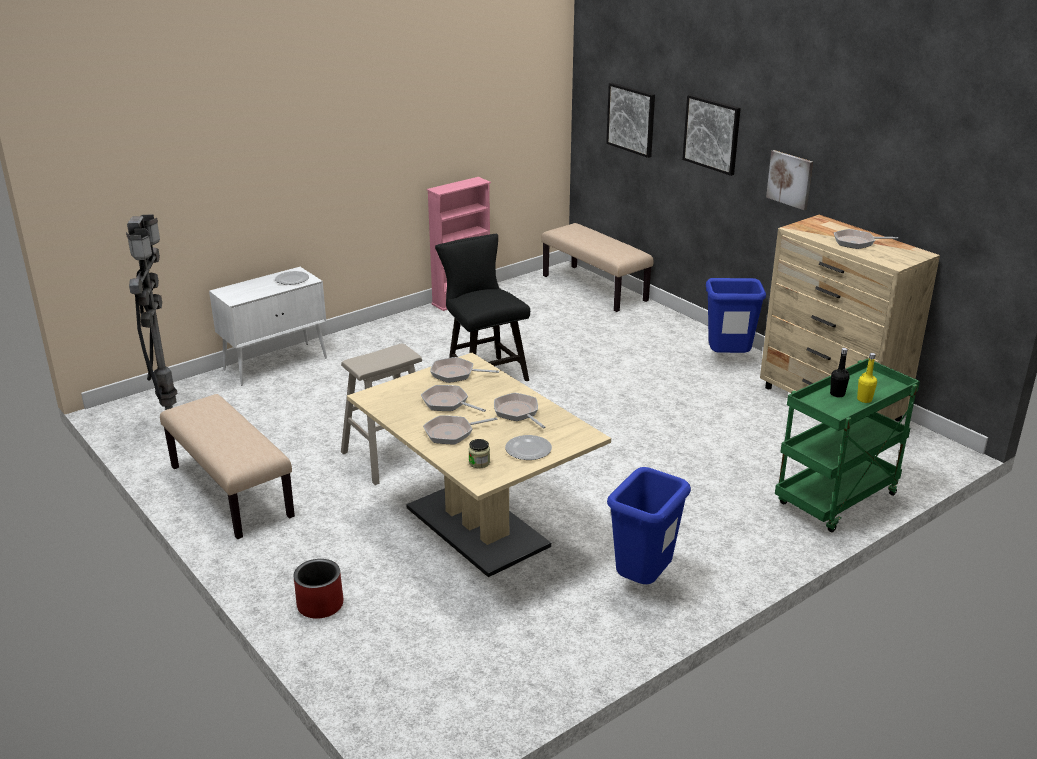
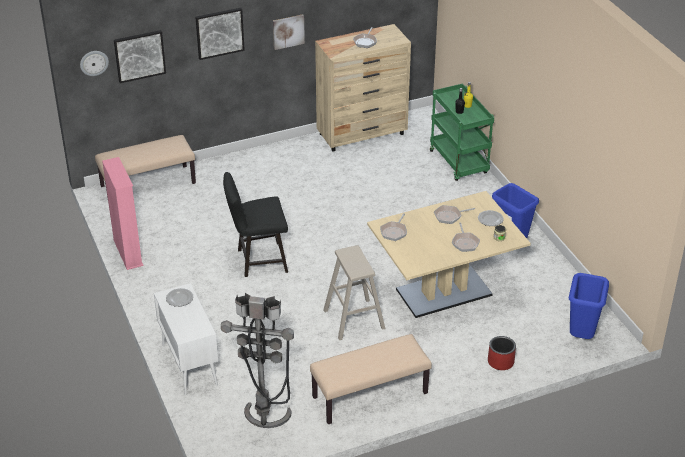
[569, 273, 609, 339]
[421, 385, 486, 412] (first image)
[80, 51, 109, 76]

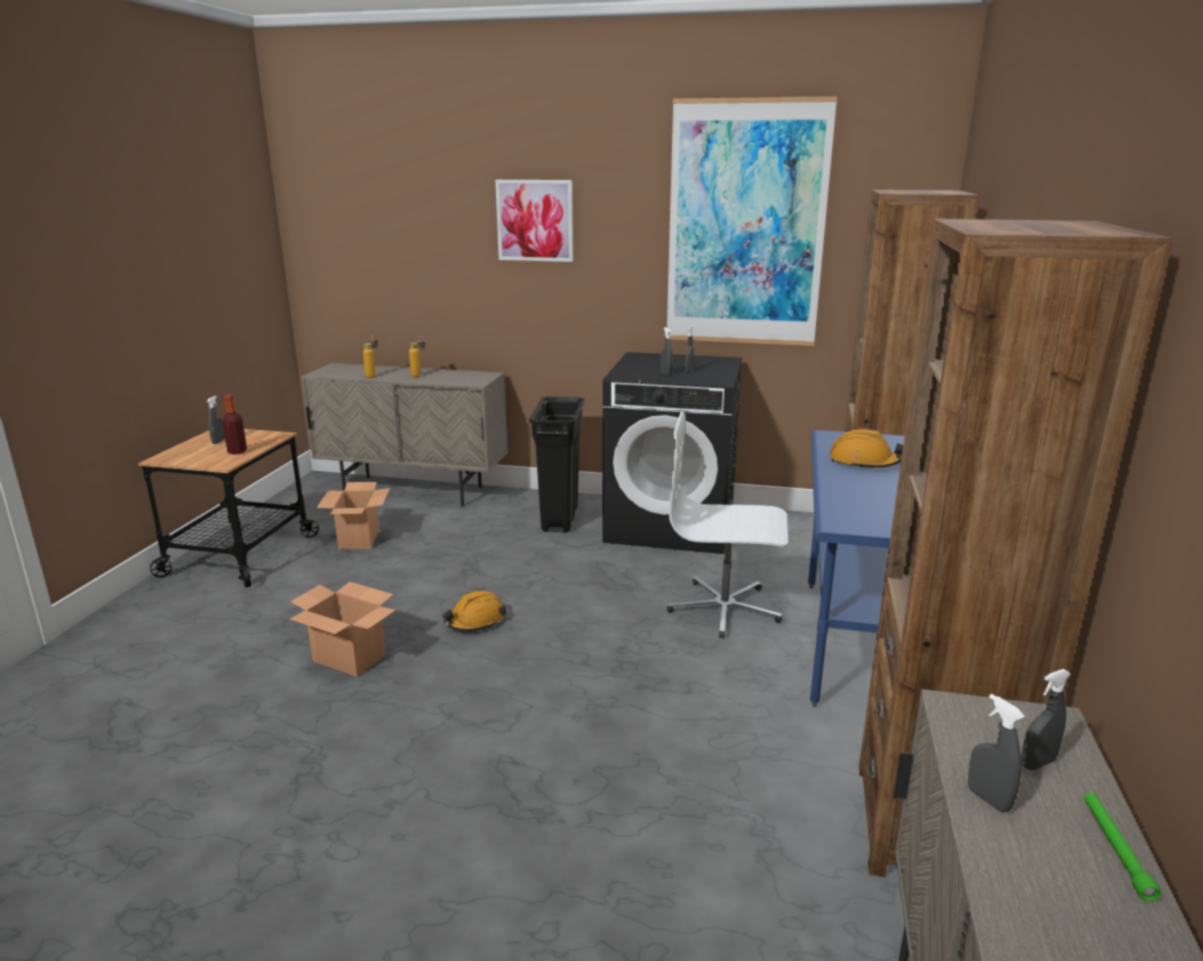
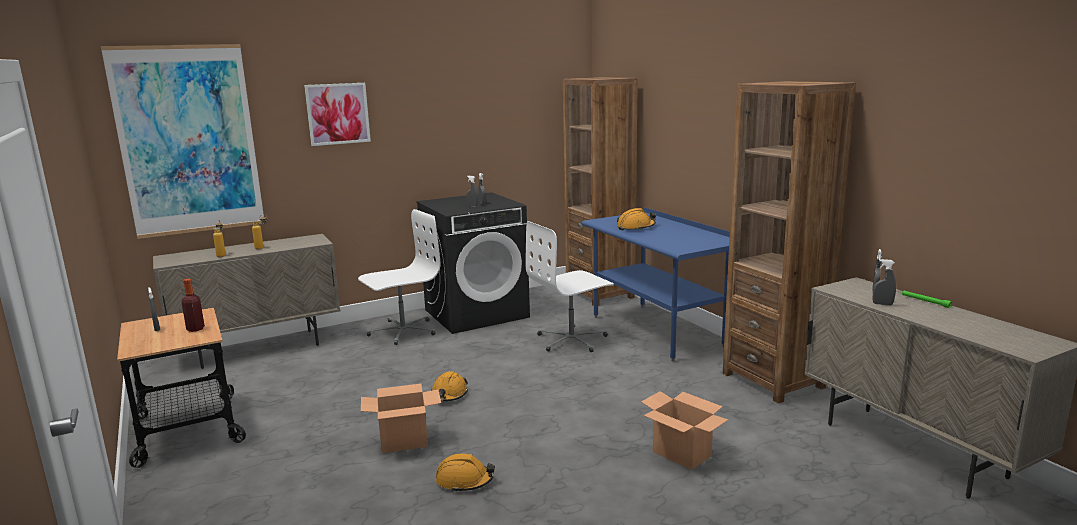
[101, 44, 264, 239]
[358, 209, 440, 345]
[641, 391, 728, 470]
[436, 453, 495, 493]

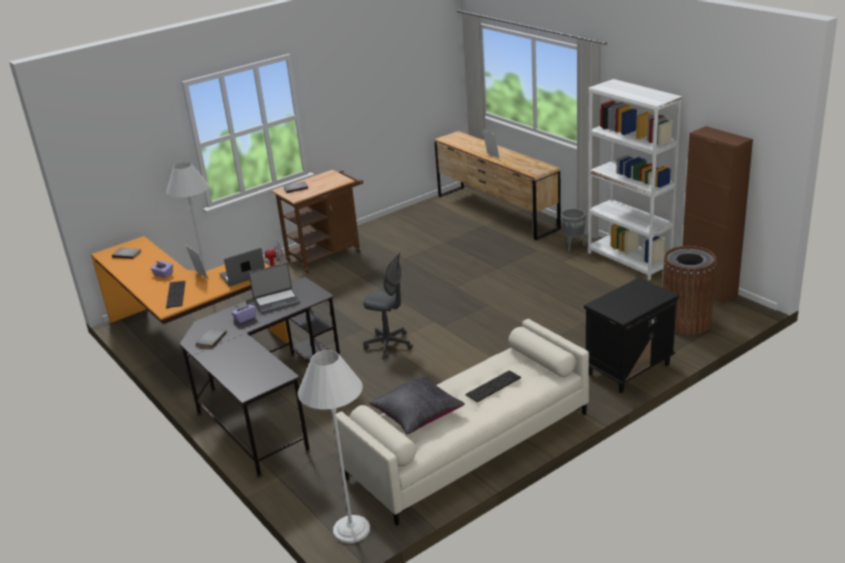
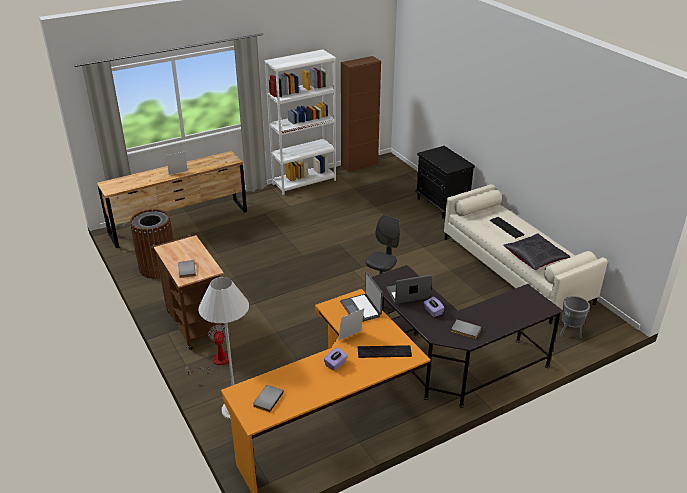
[560, 296, 590, 338]
[130, 209, 174, 279]
[386, 275, 431, 304]
[298, 350, 370, 544] (first image)

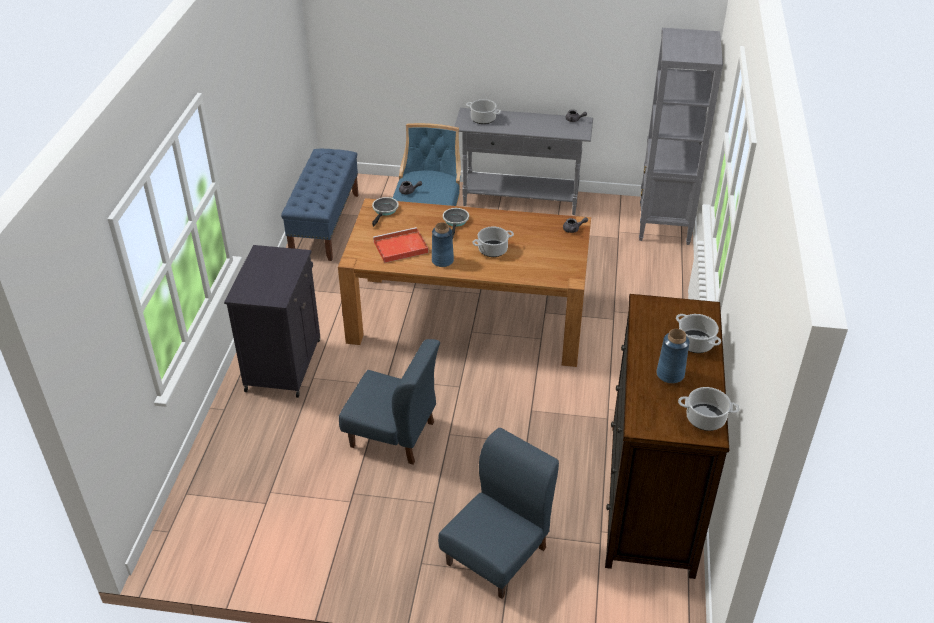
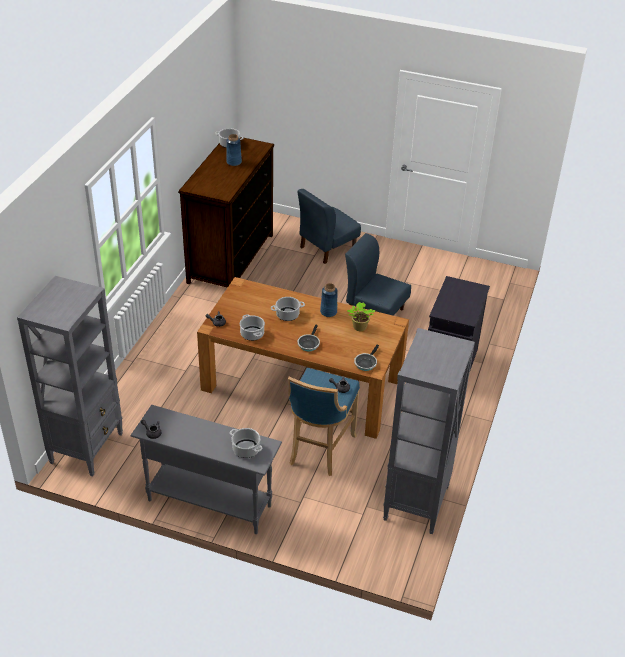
[383, 328, 475, 534]
[347, 302, 375, 331]
[240, 315, 265, 341]

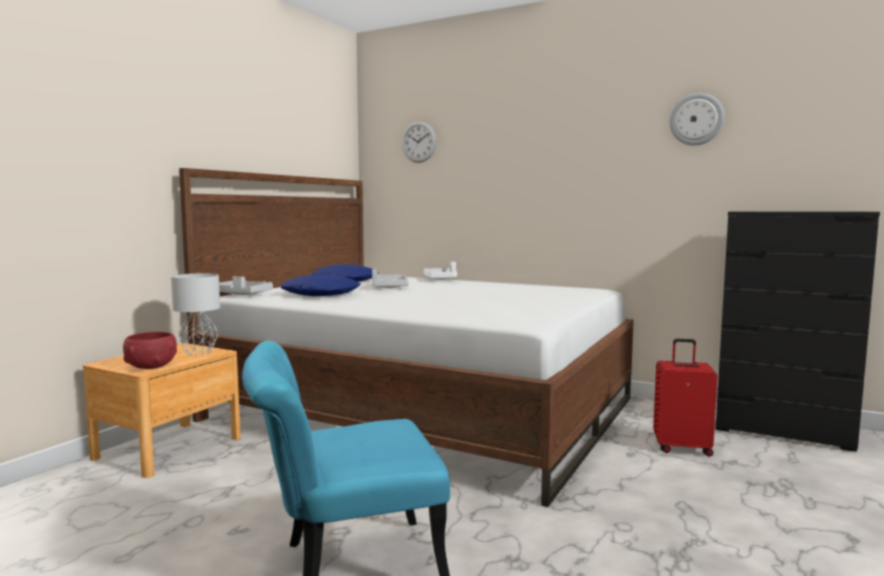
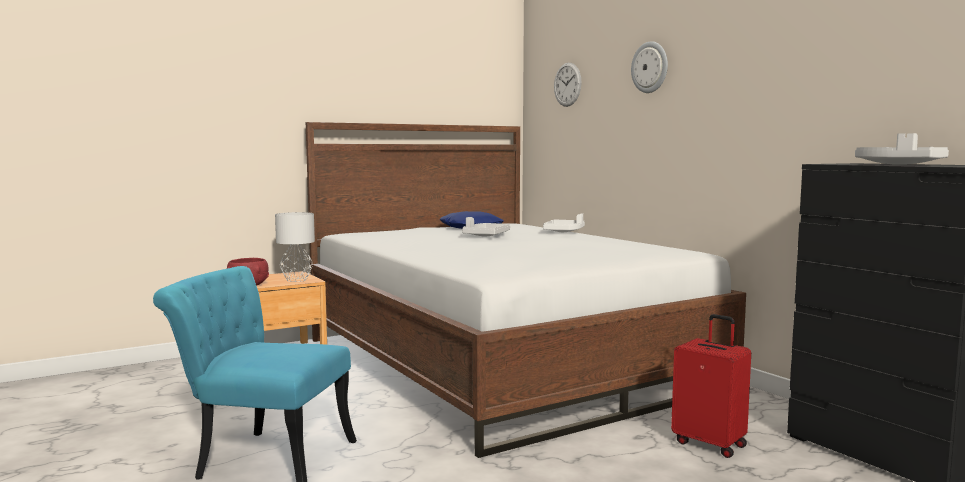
[631, 41, 668, 93]
[281, 274, 361, 296] (first image)
[855, 133, 949, 165]

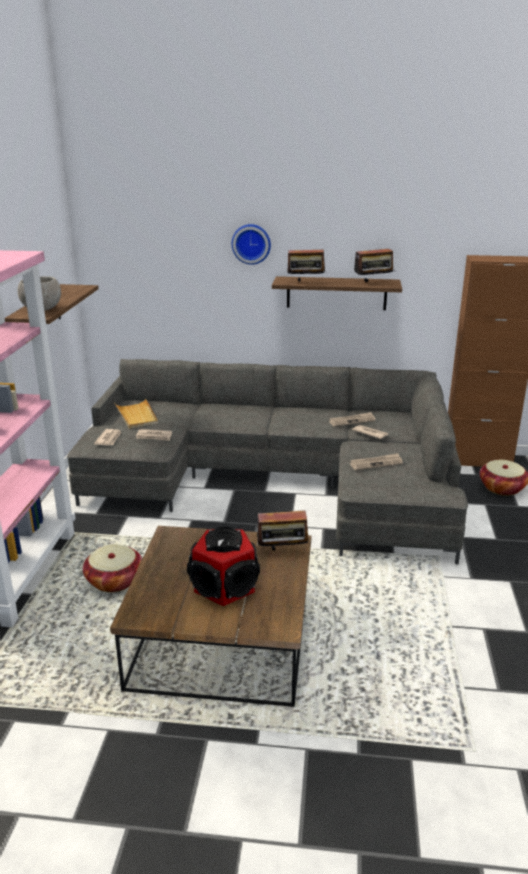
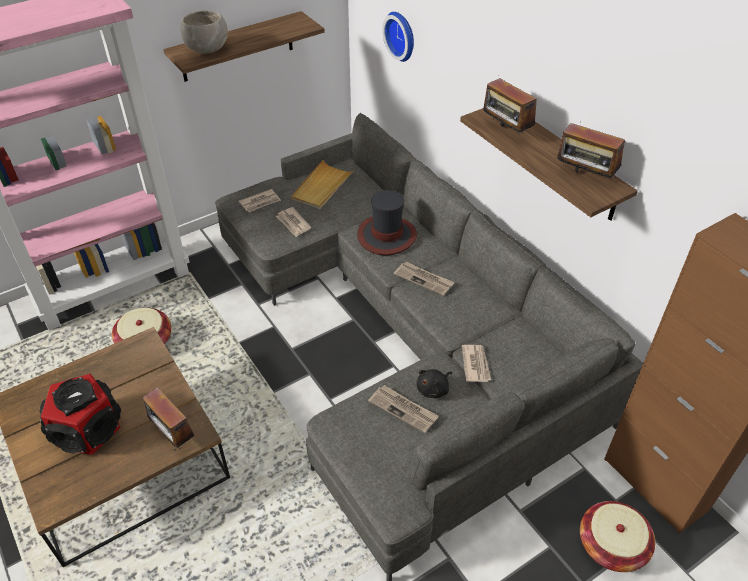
[382, 12, 414, 62]
[394, 262, 454, 296]
[357, 190, 417, 255]
[417, 369, 452, 398]

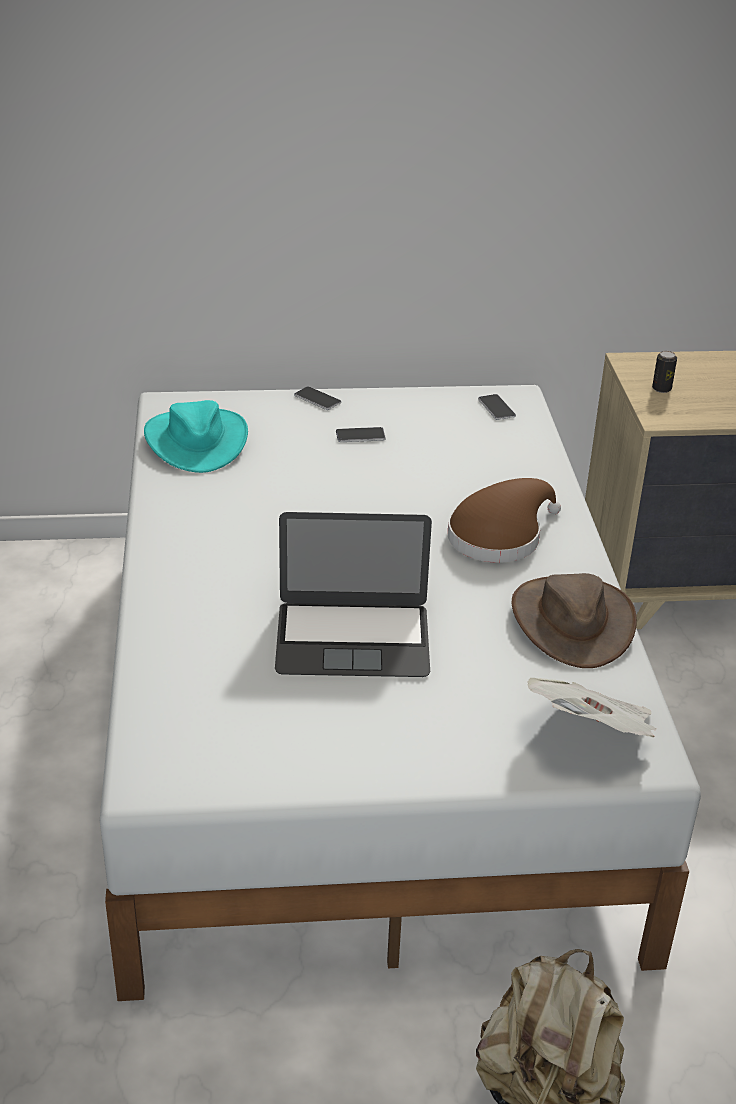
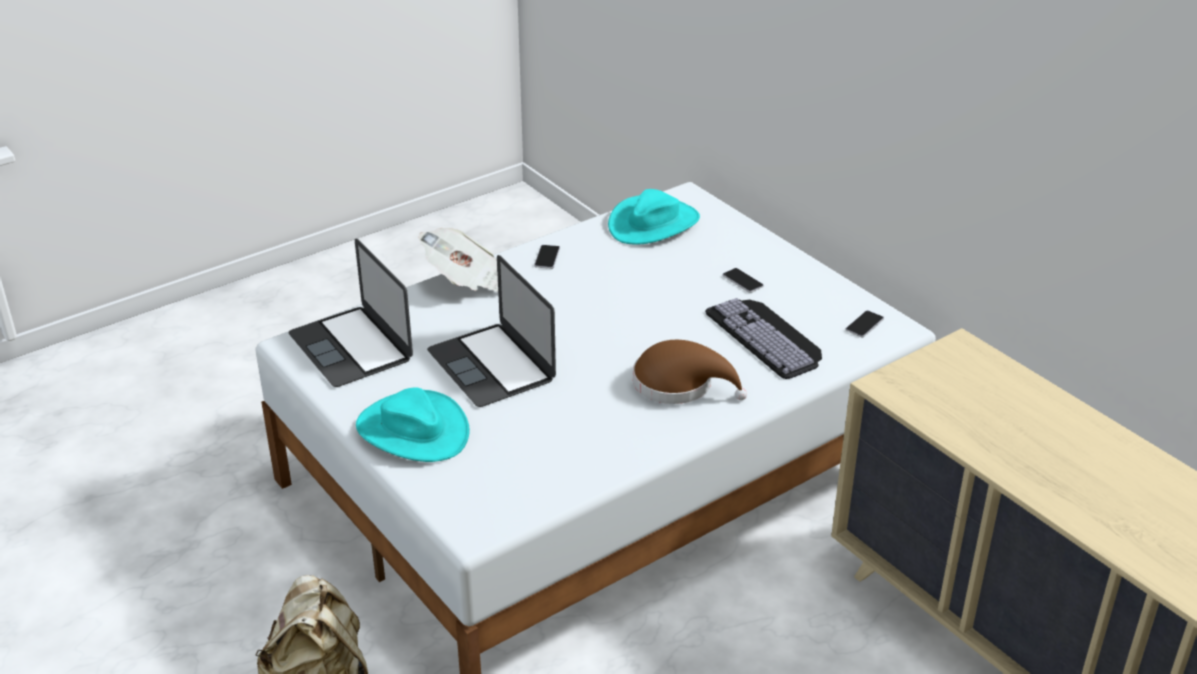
[652, 351, 677, 393] (first image)
[534, 245, 560, 269]
[512, 573, 637, 668] (first image)
[419, 228, 498, 292]
[288, 238, 413, 387]
[705, 298, 822, 379]
[356, 387, 470, 462]

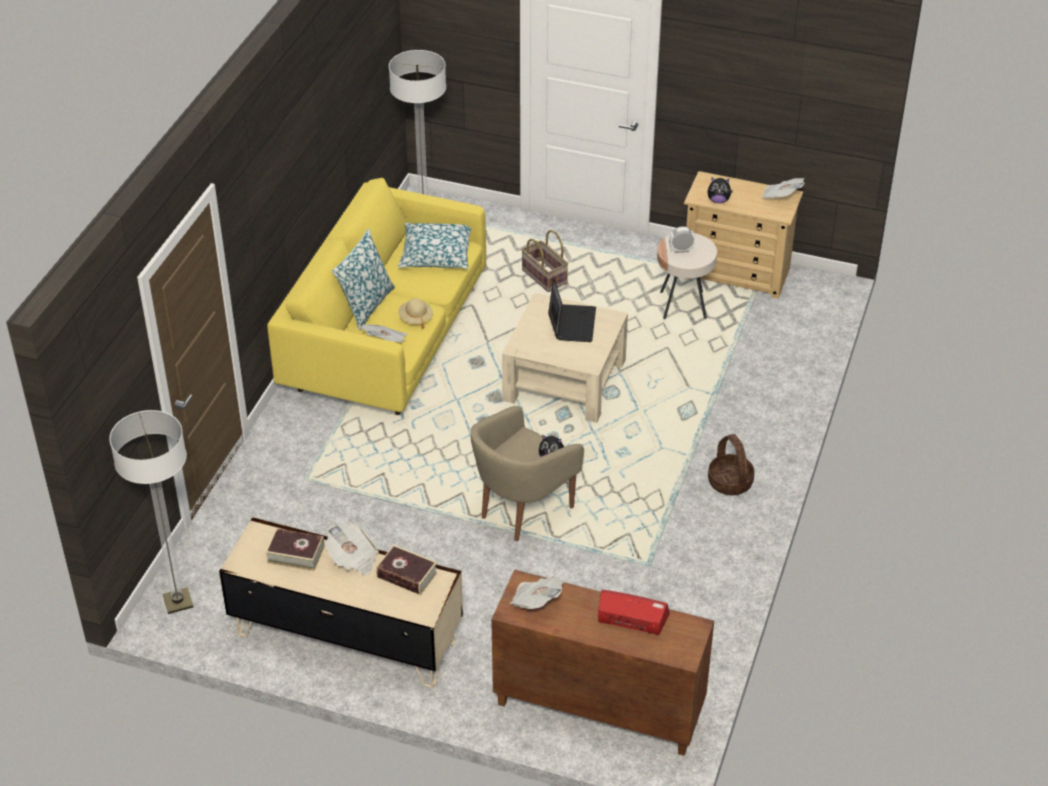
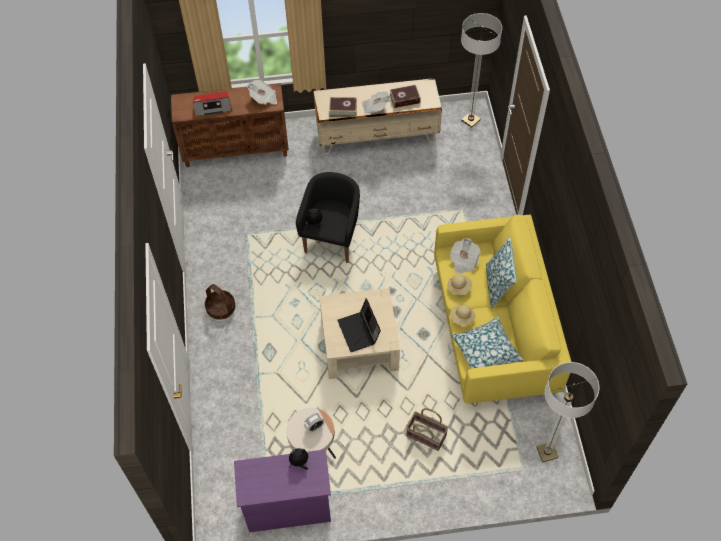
[234, 449, 331, 532]
[761, 178, 805, 199] (first image)
[296, 172, 360, 263]
[450, 305, 475, 326]

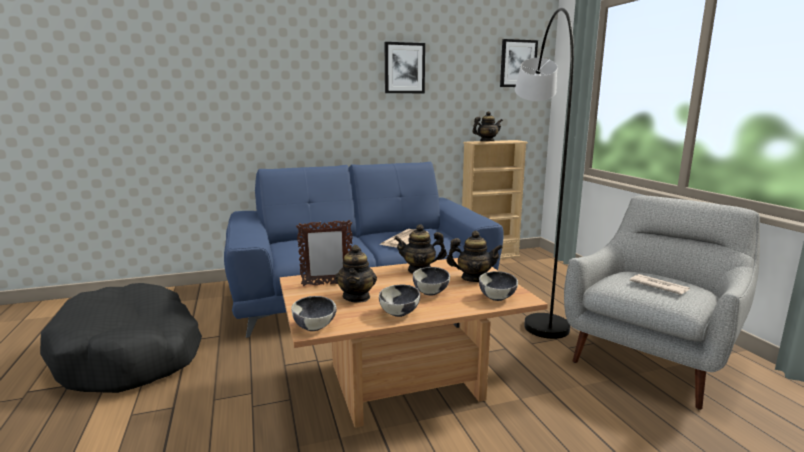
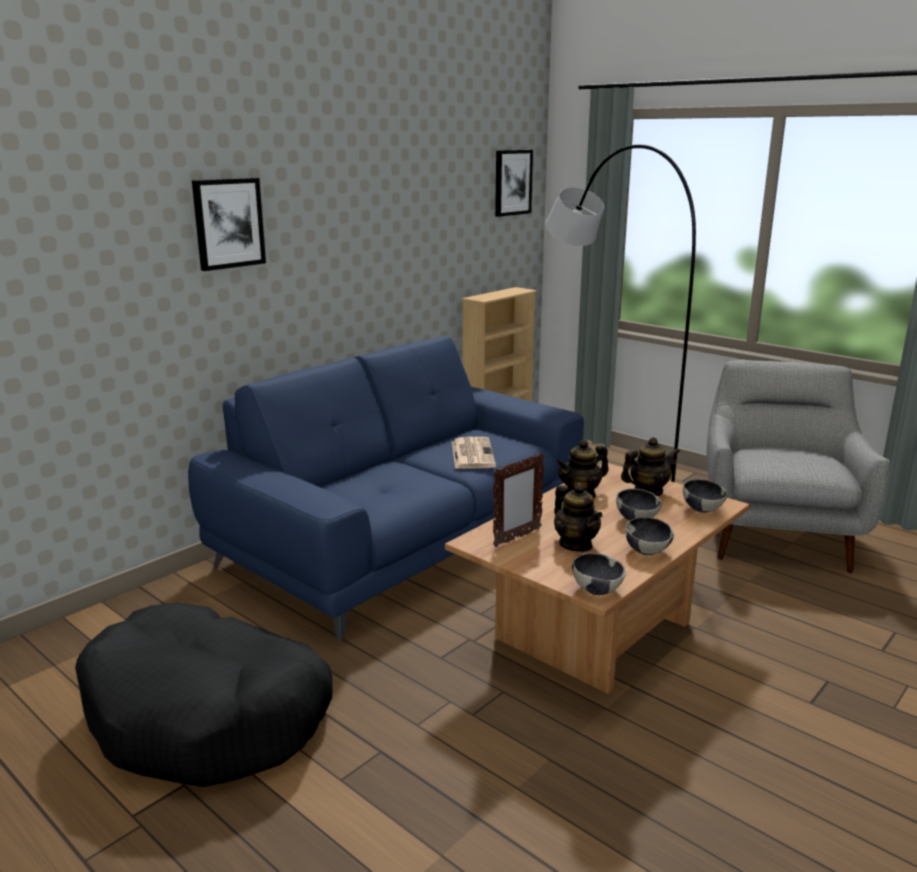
[192, 178, 266, 271]
[472, 111, 503, 141] (first image)
[630, 274, 690, 295] (first image)

